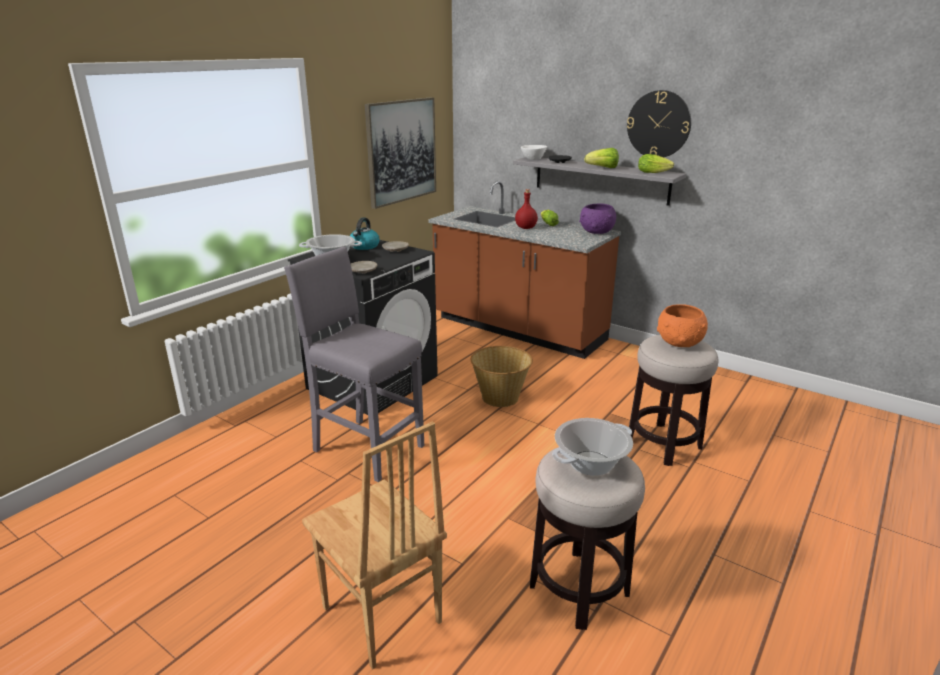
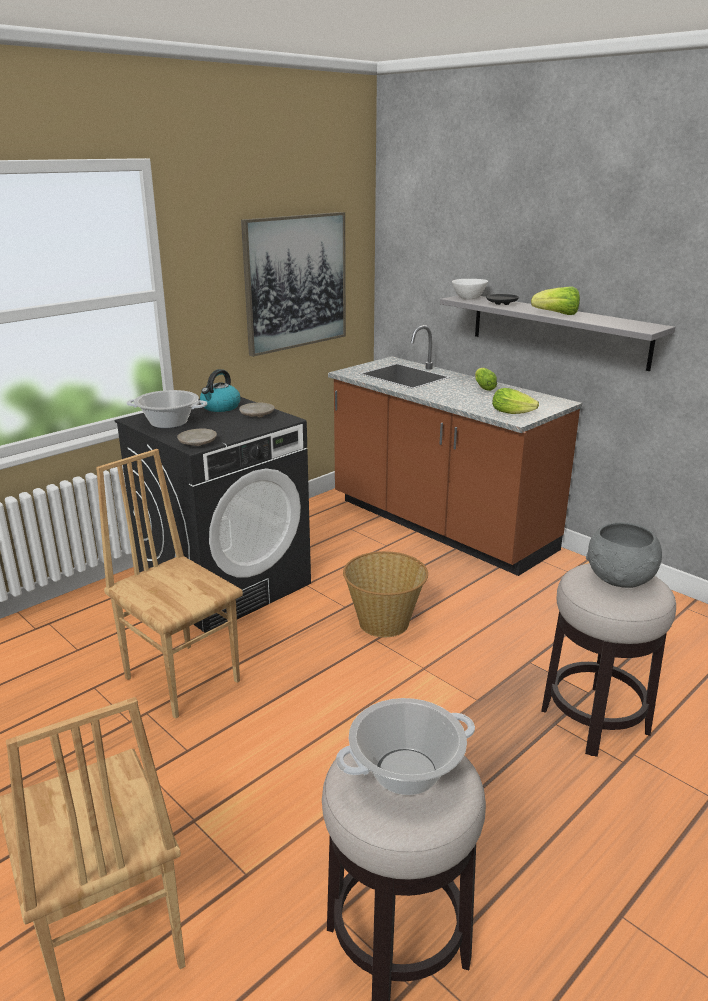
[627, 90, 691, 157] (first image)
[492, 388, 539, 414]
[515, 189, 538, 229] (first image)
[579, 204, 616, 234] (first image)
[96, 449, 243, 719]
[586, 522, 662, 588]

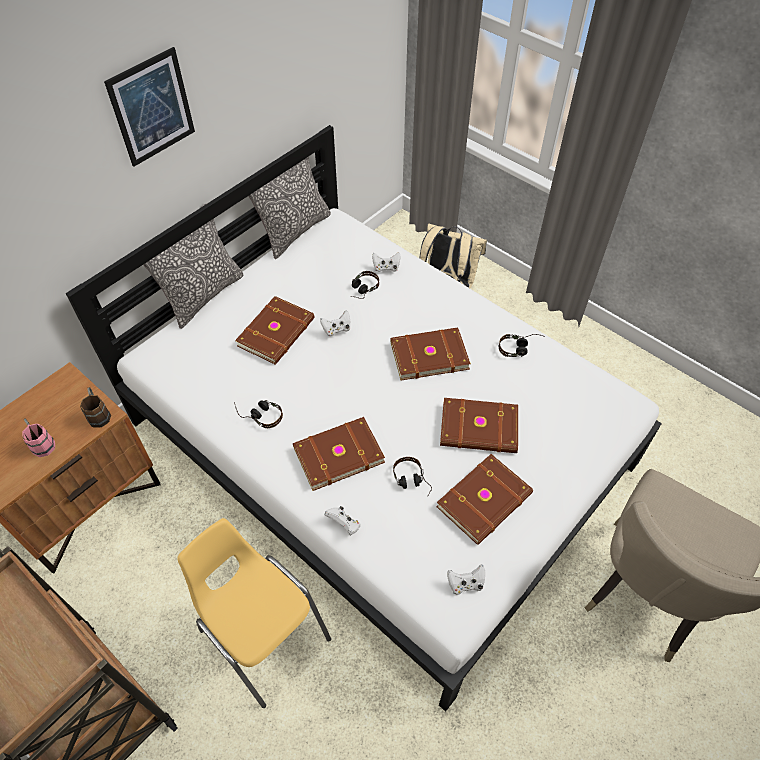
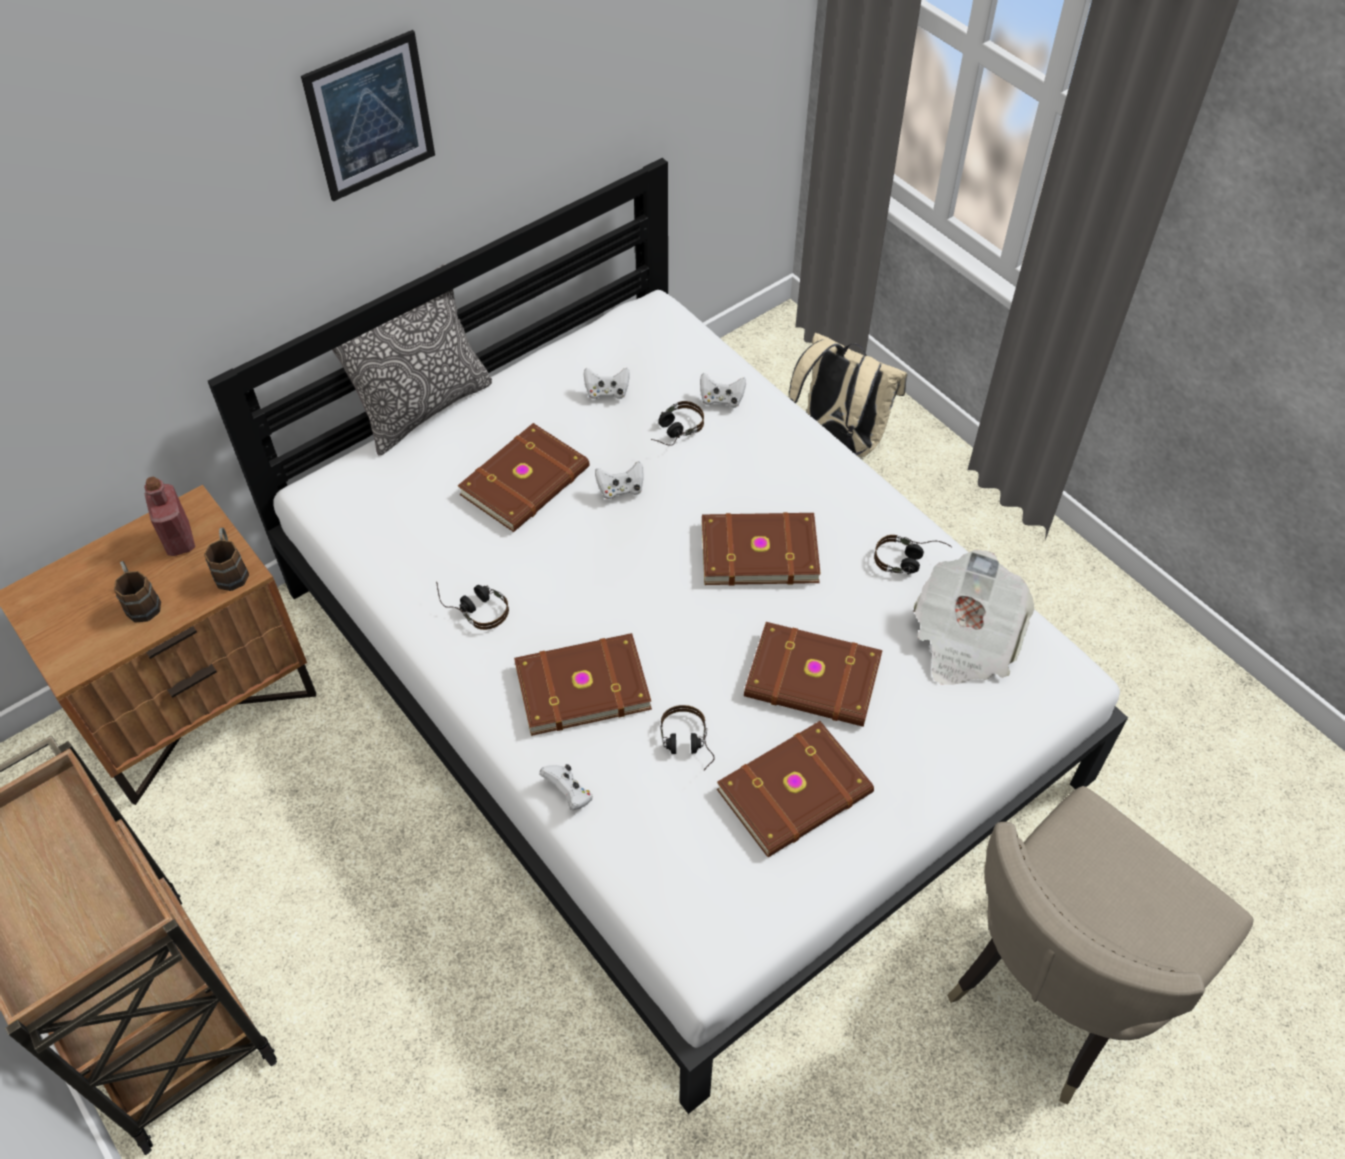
[249, 157, 331, 259] (first image)
[114, 561, 161, 622]
[177, 518, 331, 708] (first image)
[584, 368, 630, 399]
[144, 477, 195, 556]
[914, 550, 1034, 685]

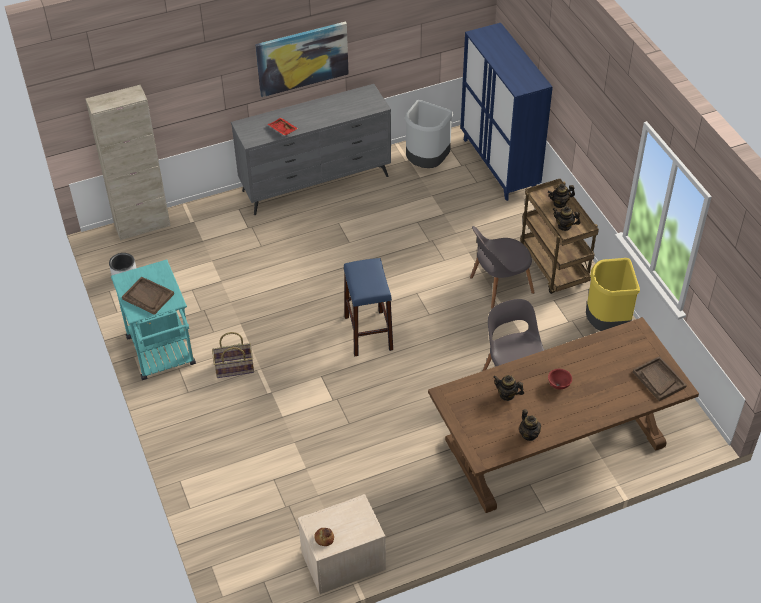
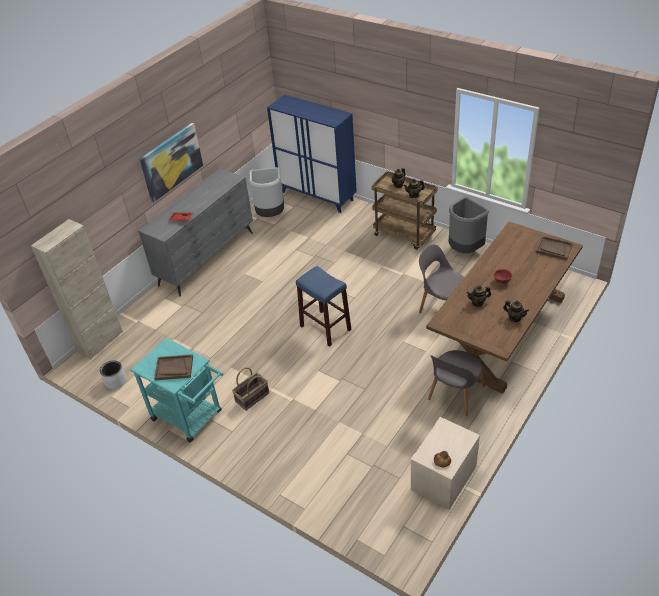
[428, 350, 485, 416]
[449, 197, 489, 253]

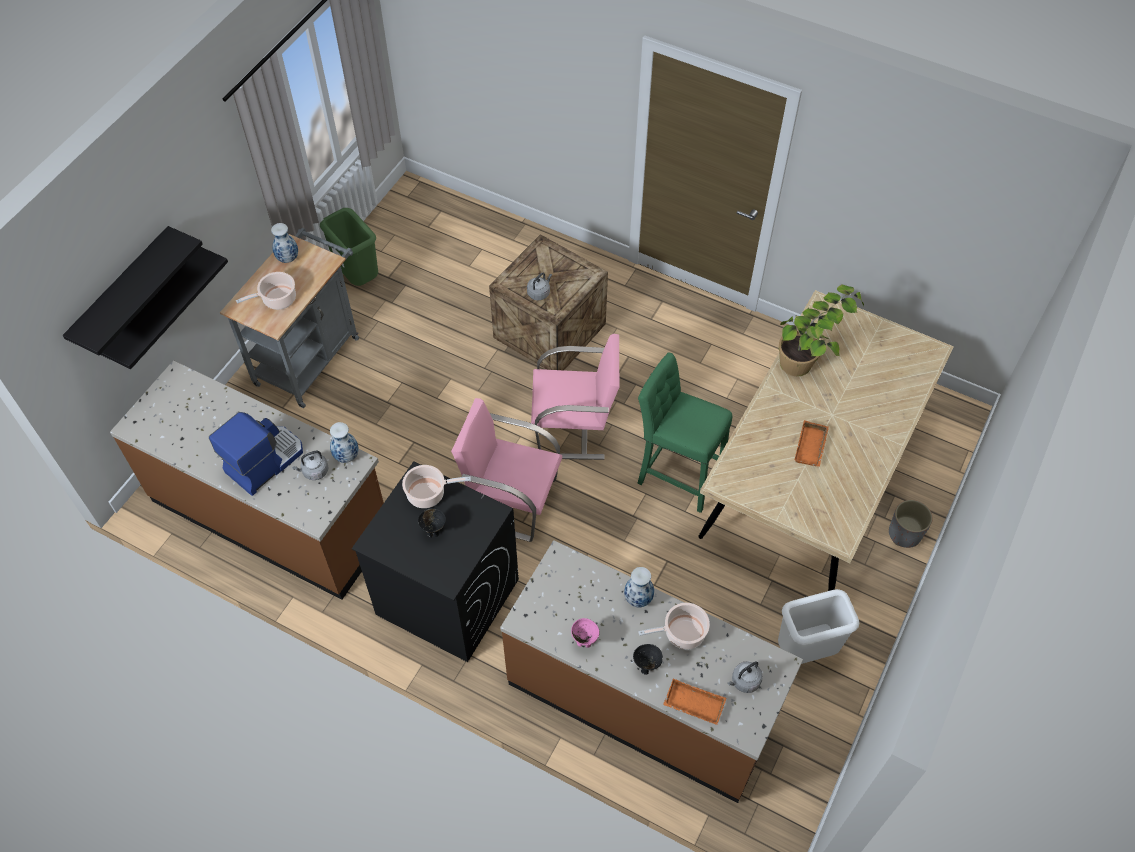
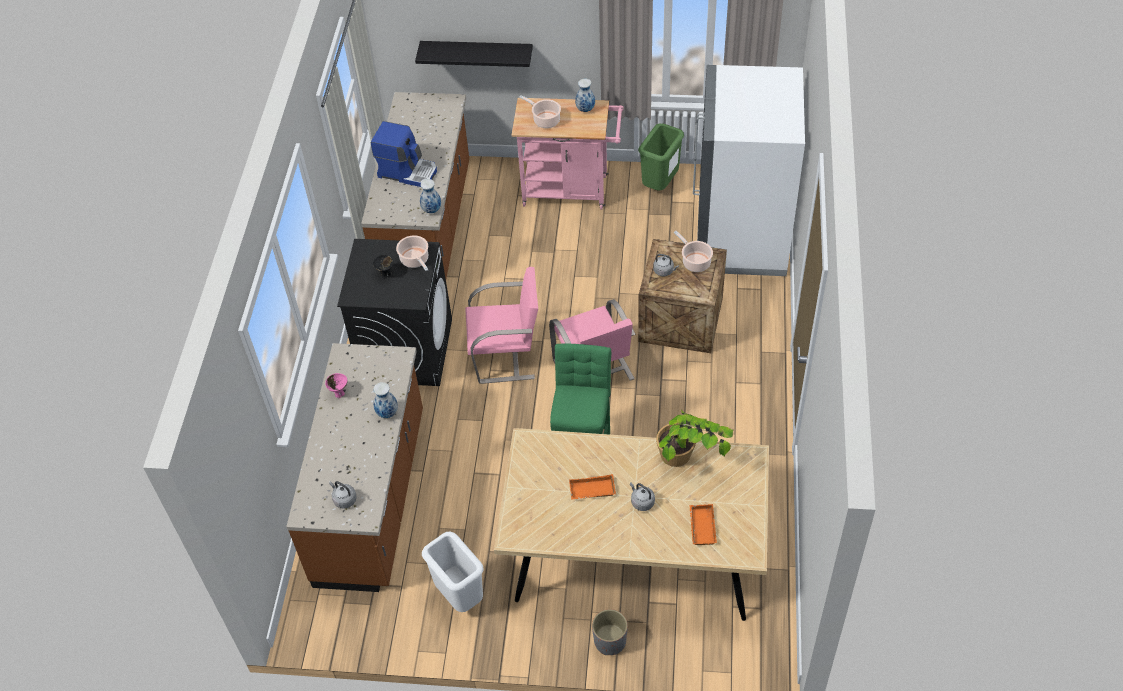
[63, 226, 203, 355] (first image)
[512, 98, 624, 210]
[465, 267, 538, 384]
[630, 483, 655, 511]
[674, 231, 713, 272]
[633, 644, 663, 675] (first image)
[689, 504, 717, 545]
[693, 65, 805, 276]

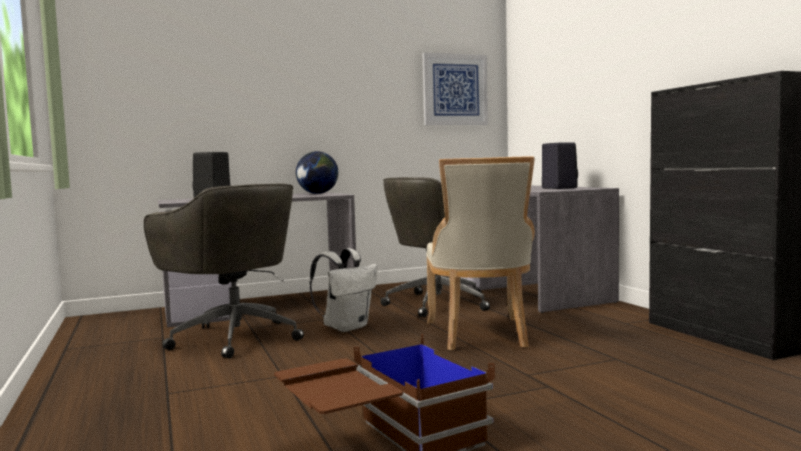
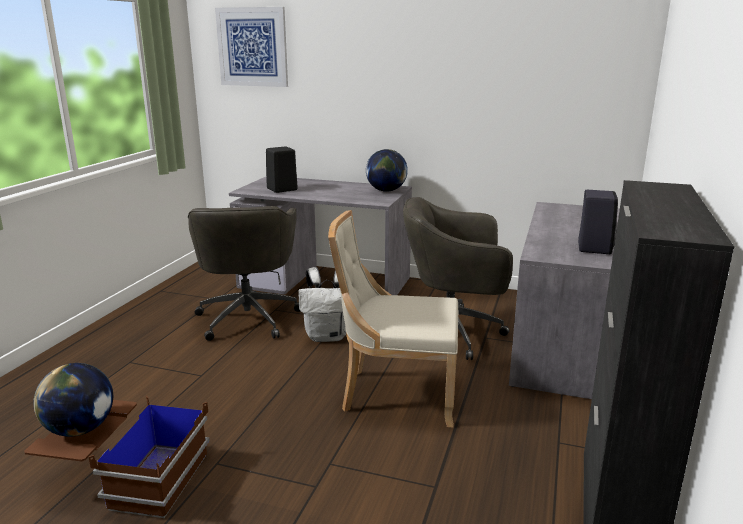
[215, 7, 288, 87]
[328, 210, 458, 428]
[33, 363, 113, 437]

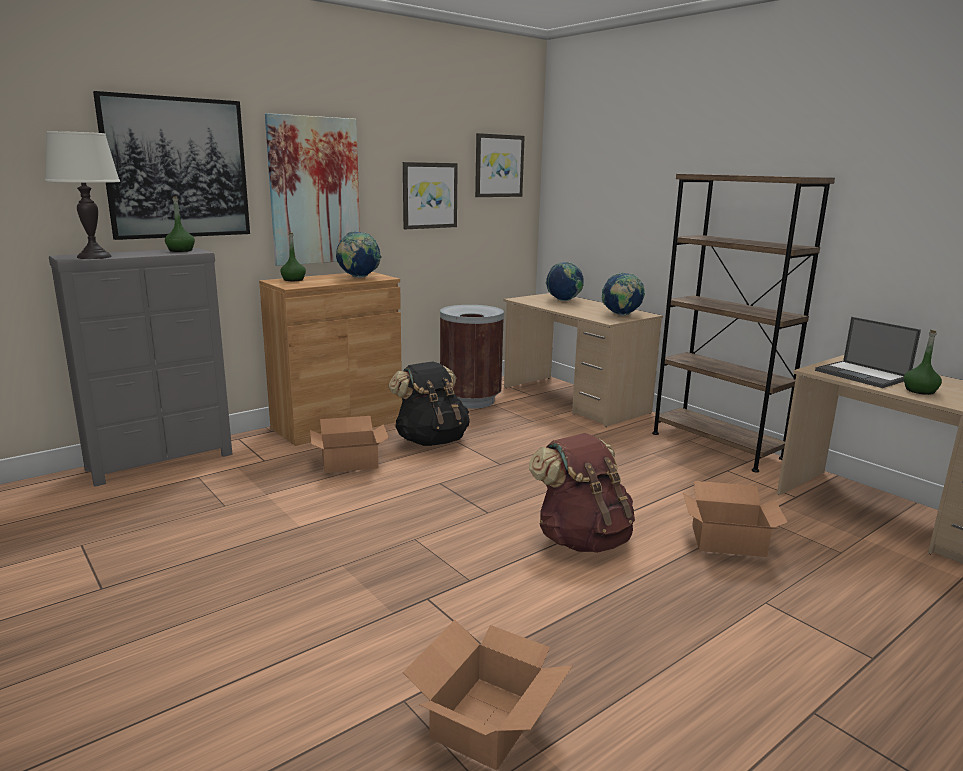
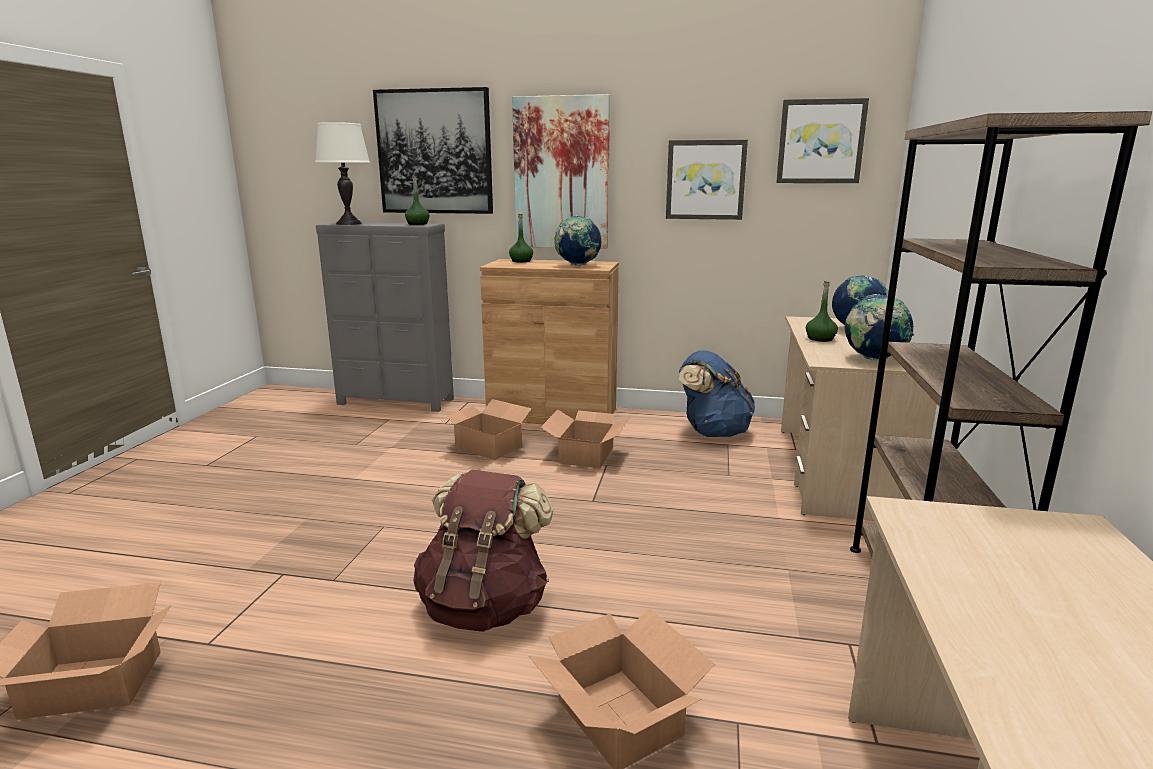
[679, 350, 755, 437]
[815, 317, 921, 388] (first image)
[806, 280, 838, 342]
[540, 409, 630, 468]

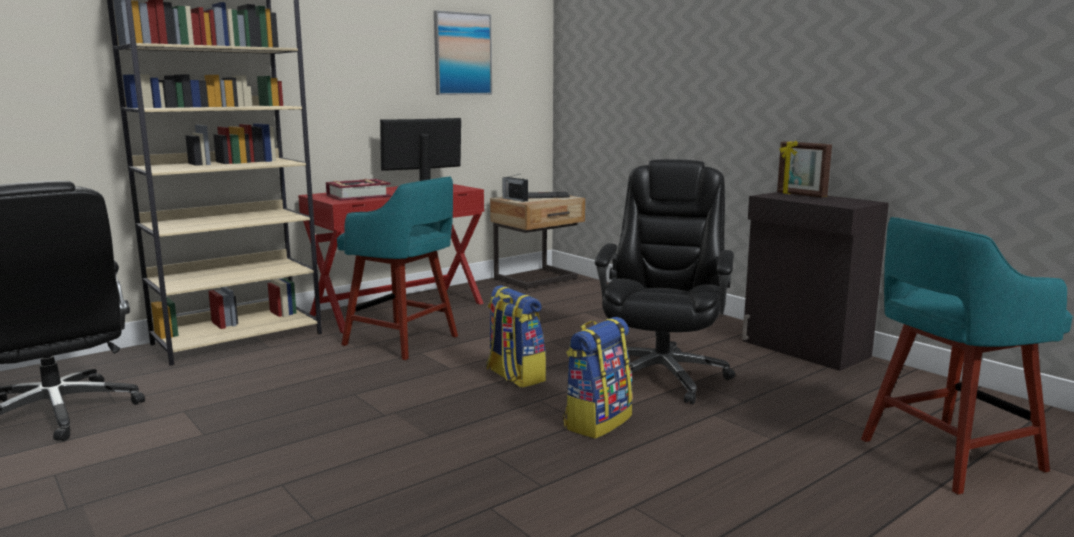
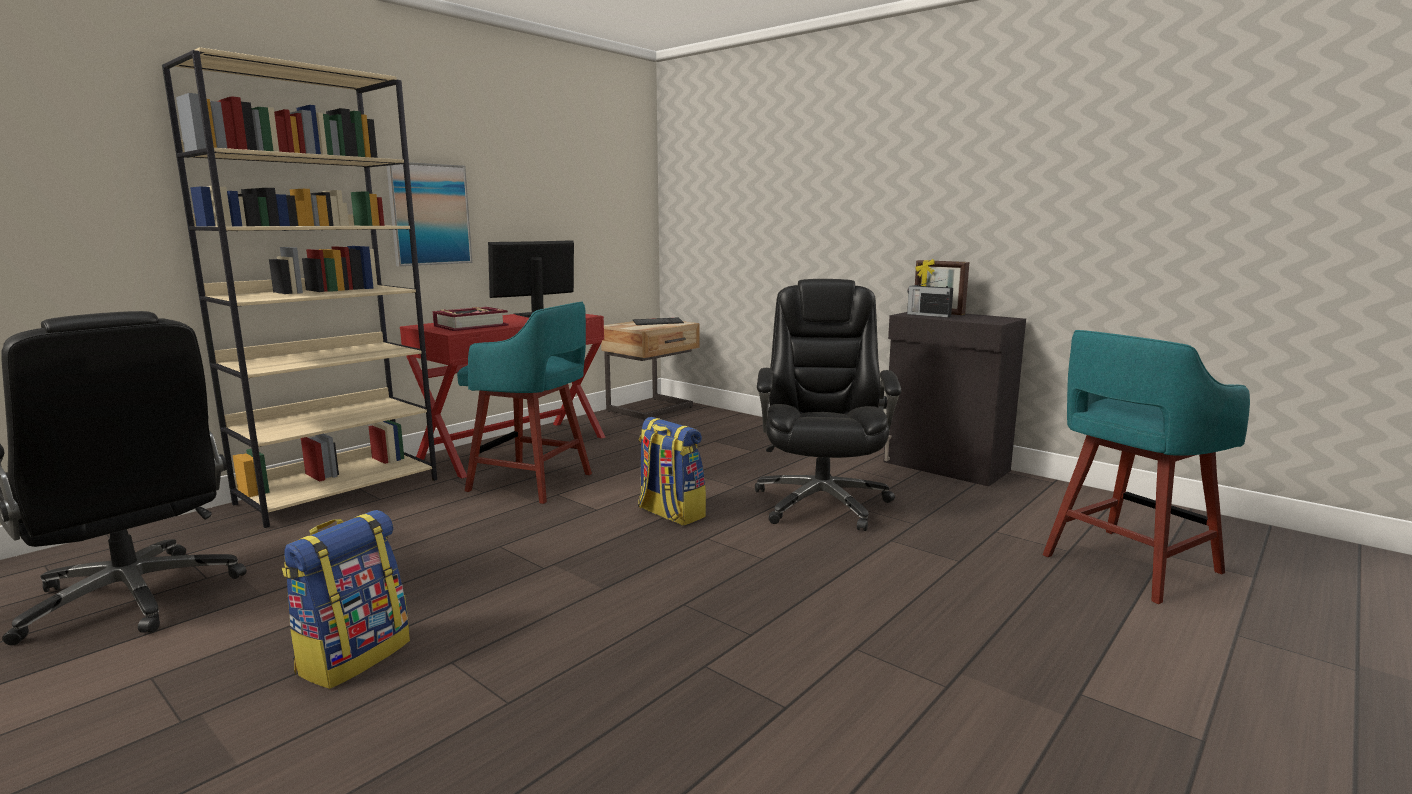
[387, 162, 472, 266]
[907, 279, 953, 317]
[282, 510, 410, 689]

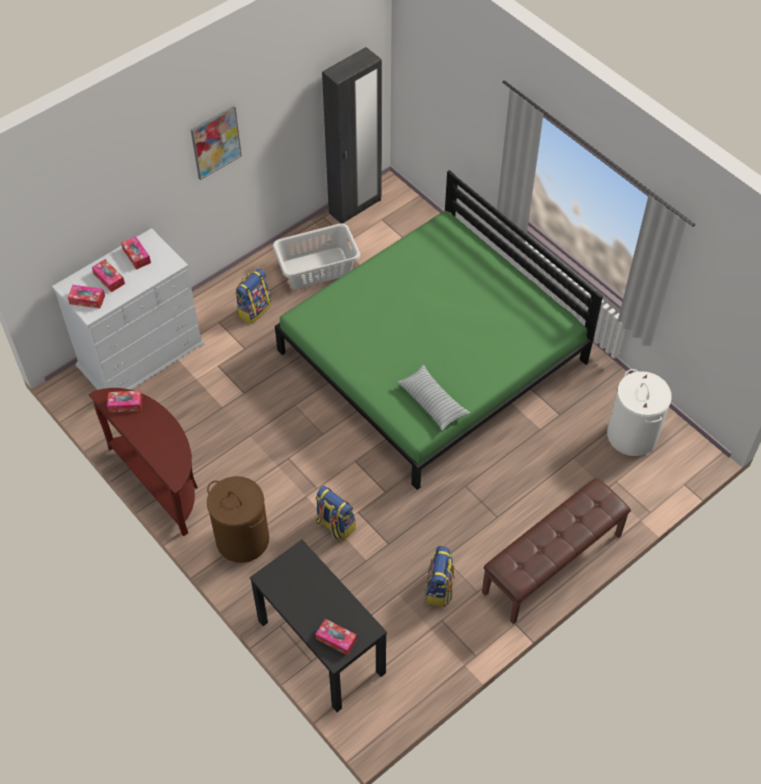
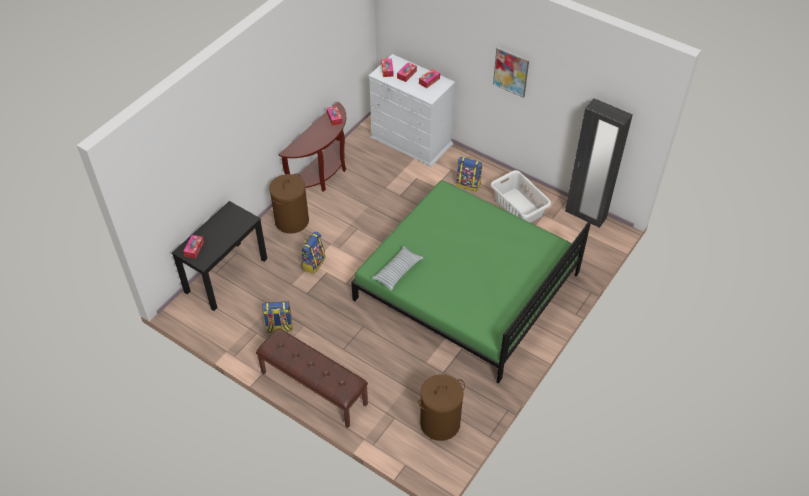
[418, 374, 465, 441]

